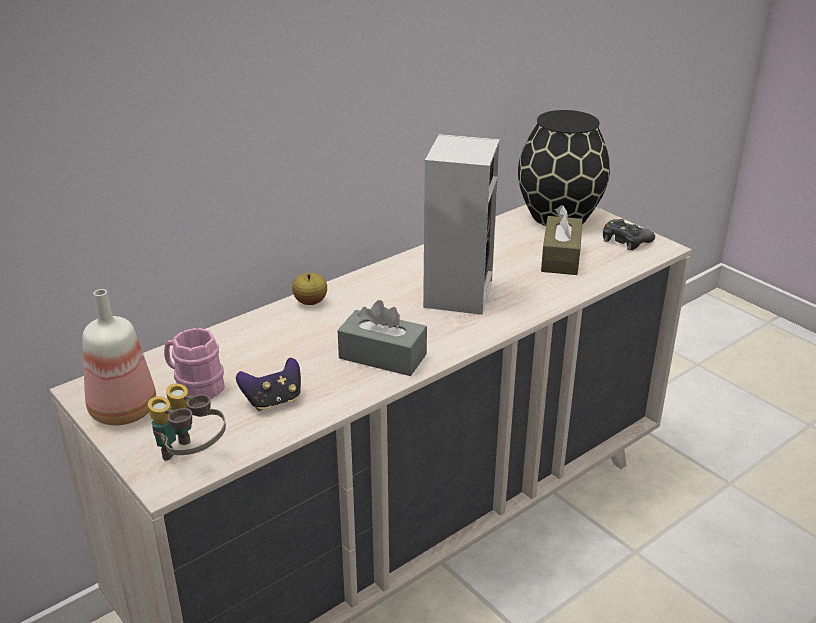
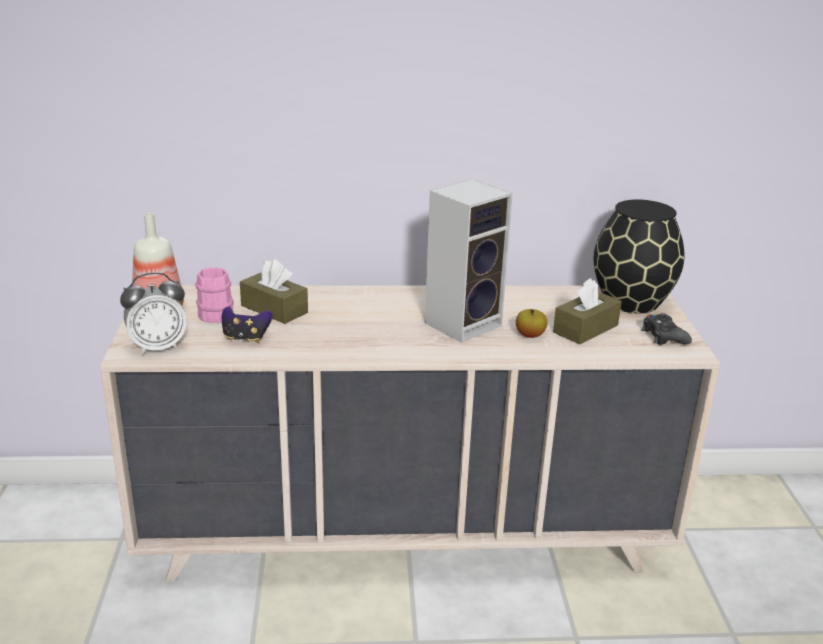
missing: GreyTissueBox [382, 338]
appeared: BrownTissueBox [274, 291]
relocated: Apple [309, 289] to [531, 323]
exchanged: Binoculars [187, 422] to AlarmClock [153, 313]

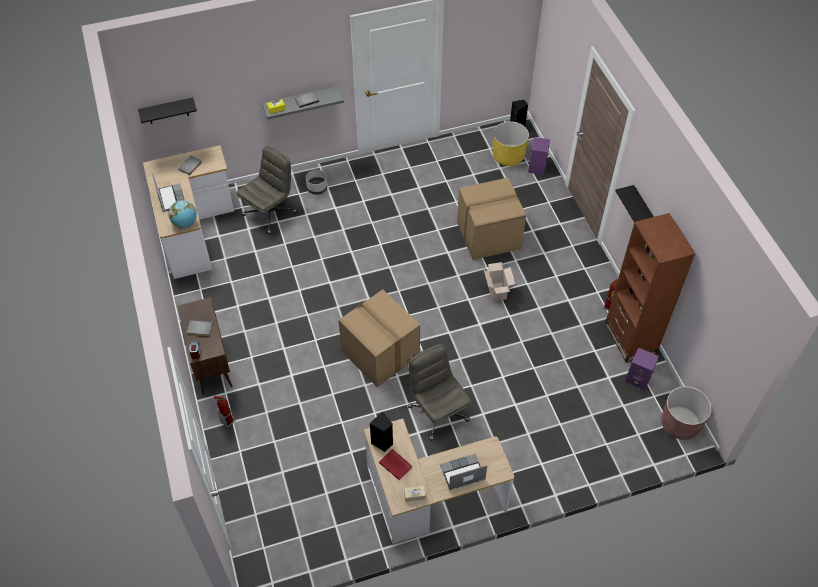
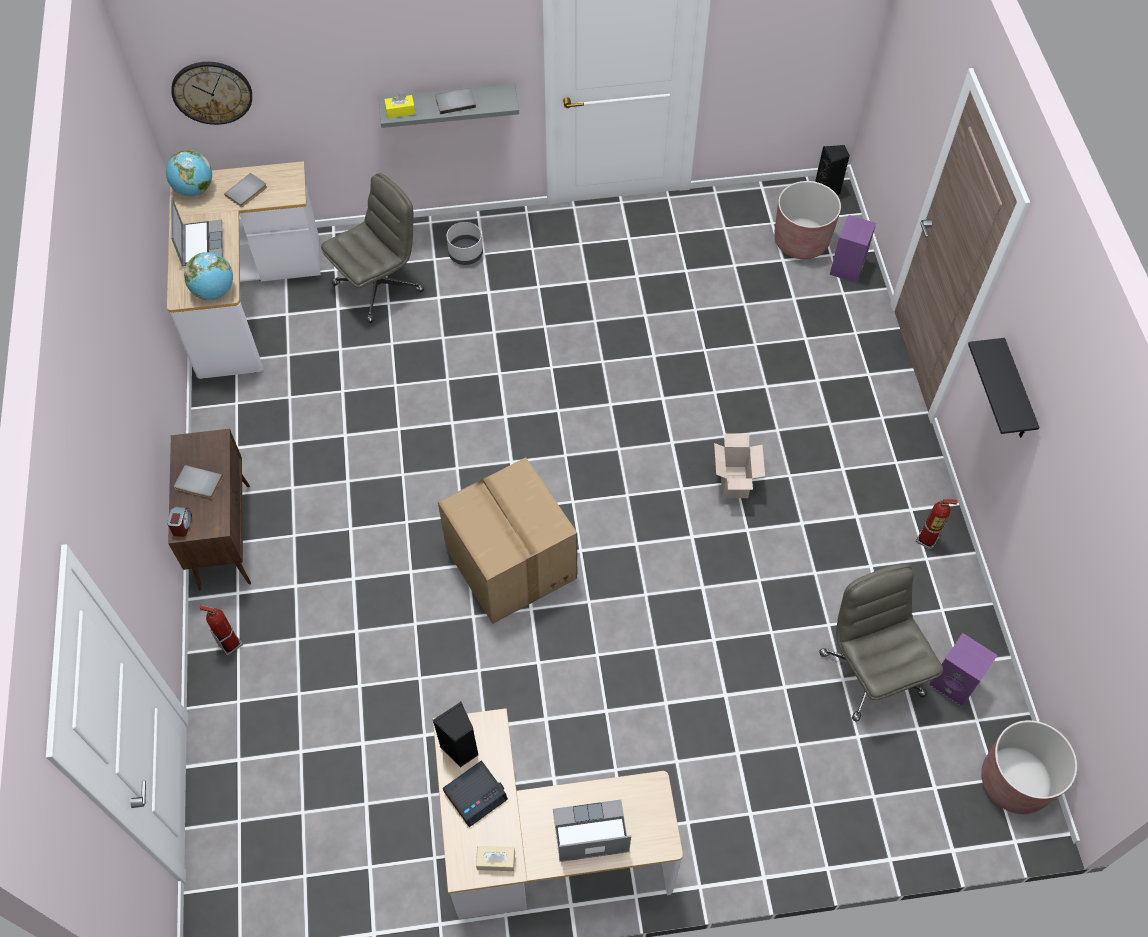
missing: CardboardBox [491, 218]; BrownBookcase [650, 287]
appeared: Globe [189, 173]
relocated: GreyOfficeChair [439, 392] to [881, 642]
exchanged: BlackShelf [167, 110] to WallClock [211, 93]; RedBook [395, 464] to AlarmClock [475, 793]
colour: YellowPlanter [511, 143] to BrownPlanter [807, 220]

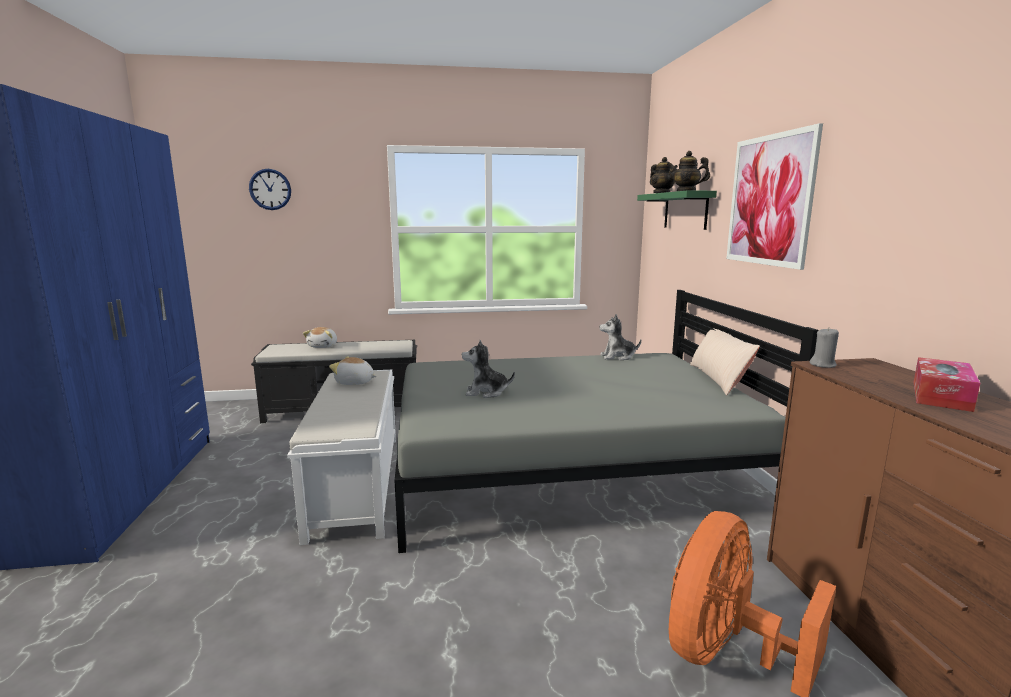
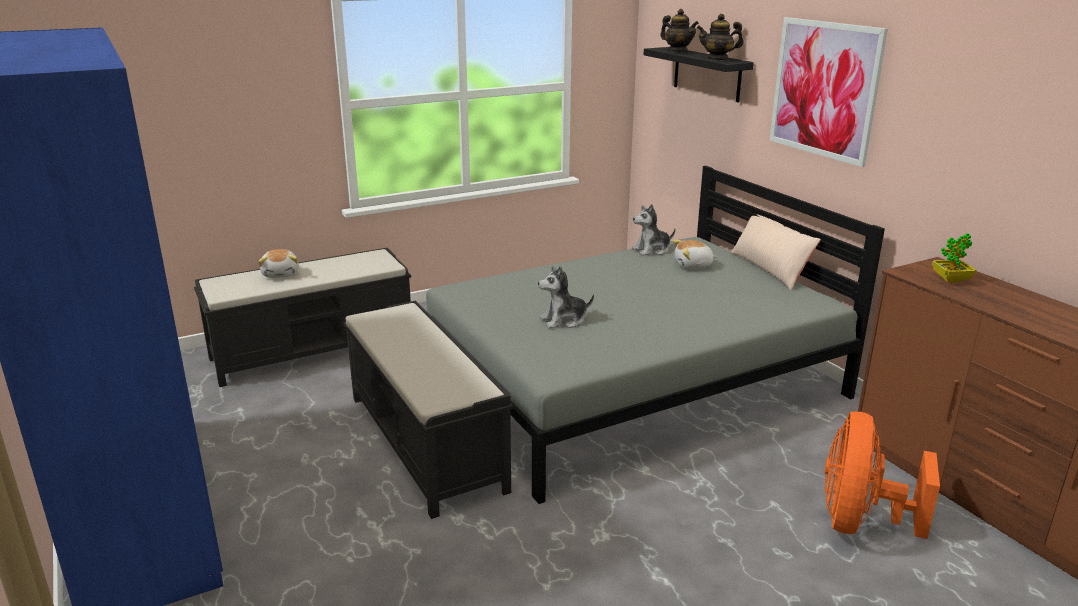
missing: WallClock [270, 189]; GreyCandle [824, 347]; TissueBox [947, 384]
appeared: PottedPlant [954, 258]
relocated: PlushToy [353, 371] to [695, 254]
colour: GreenShelf [677, 210] to BlackShelf [698, 74]; WhiteBench [341, 457] to BlackBench [428, 410]

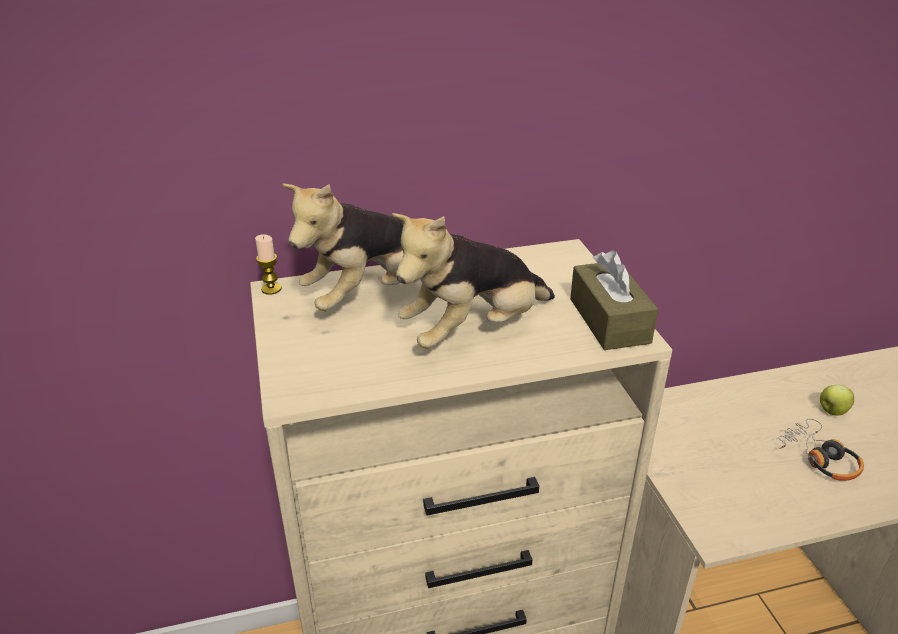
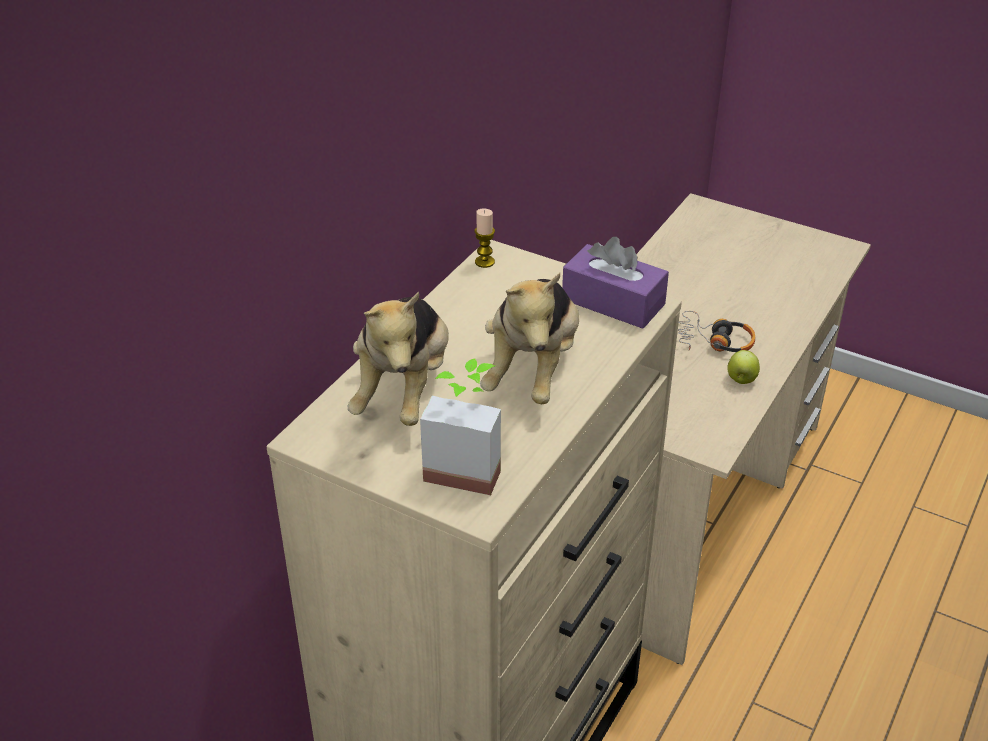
appeared: PottedPlant [460, 426]
relocated: Candle [268, 264] to [484, 238]; Apple [837, 400] to [743, 367]
colour: BrownTissueBox [614, 300] to PurpleTissueBox [615, 283]

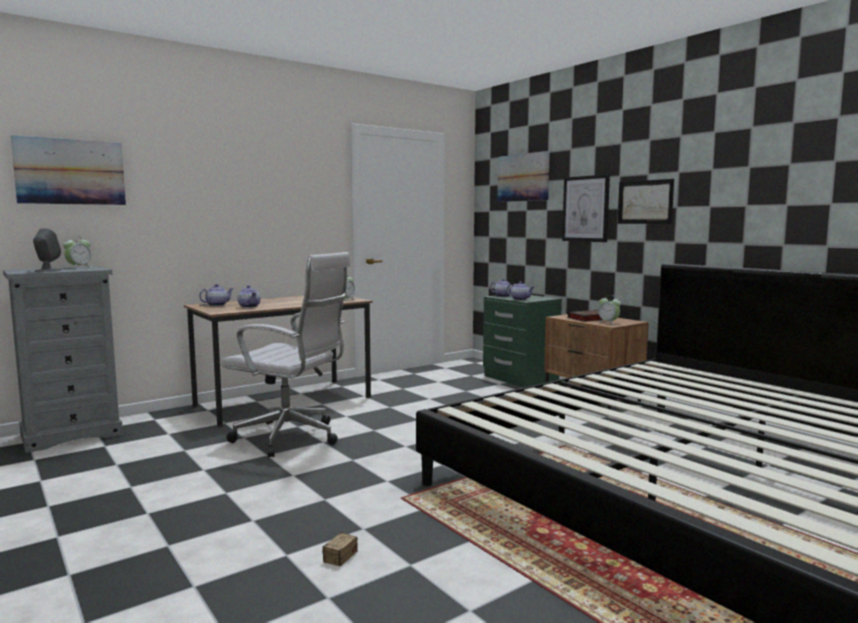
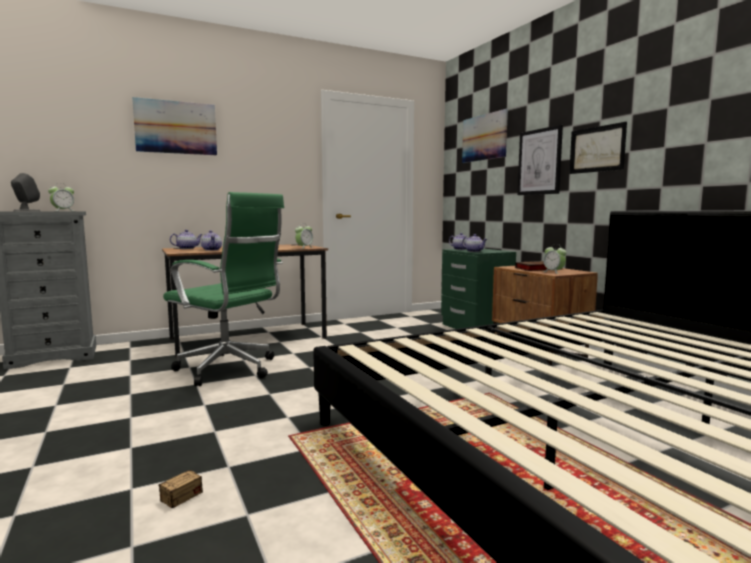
relocated: Picture [68, 170] to [174, 126]
colour: WhiteOfficeChair [286, 355] to GreenOfficeChair [223, 289]

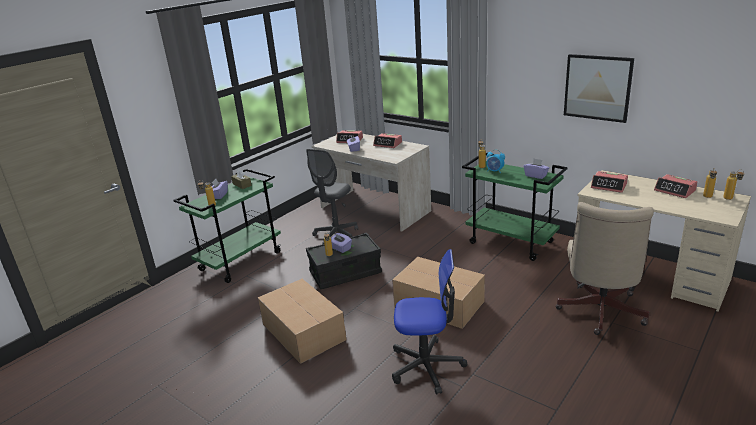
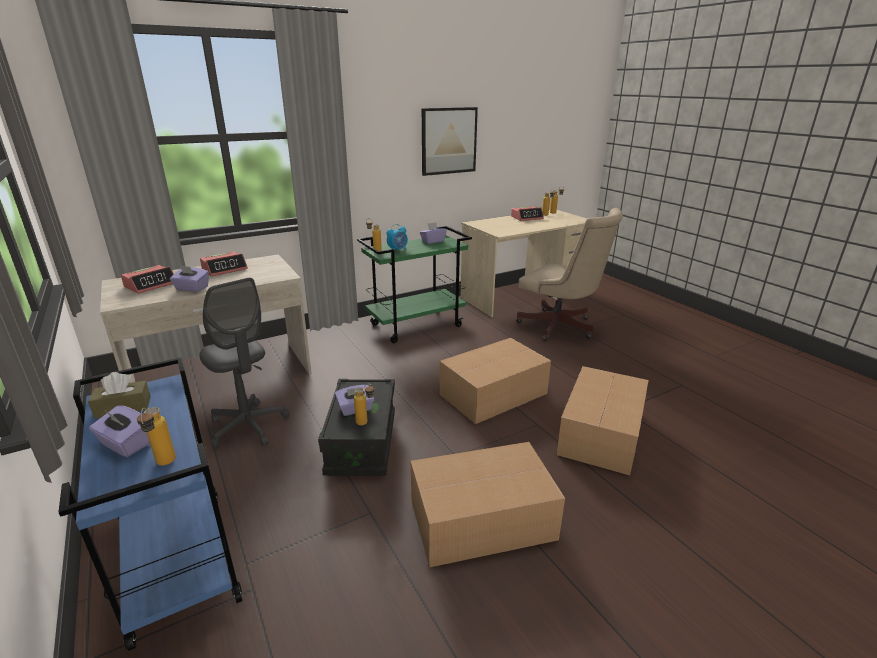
missing: AlarmClock [609, 182]
exchanged: OfficeChair [429, 322] to CardboardBox [602, 421]
colour: GreenCart [227, 225] to BlueCart [150, 504]

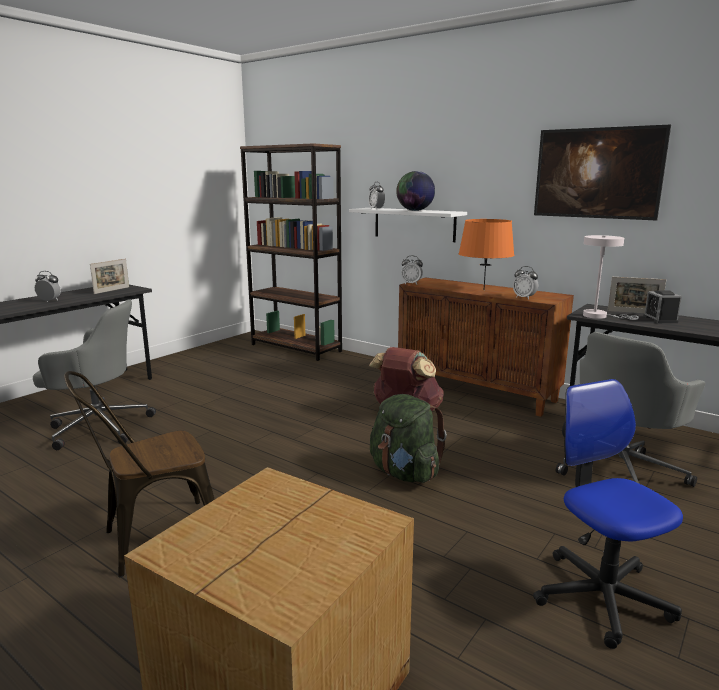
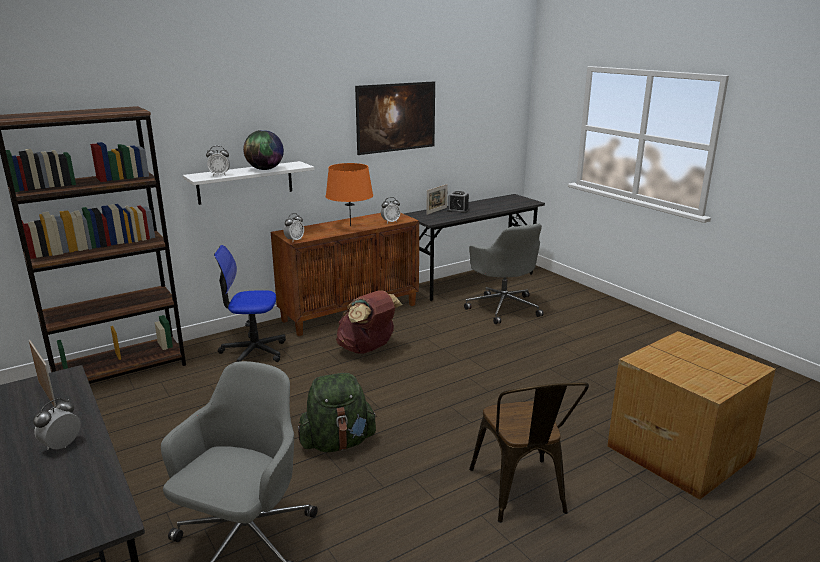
missing: WhiteTableLamp [611, 277]
relocated: OfficeChair [608, 514] to [250, 303]; GreenBackpack [408, 438] to [337, 412]

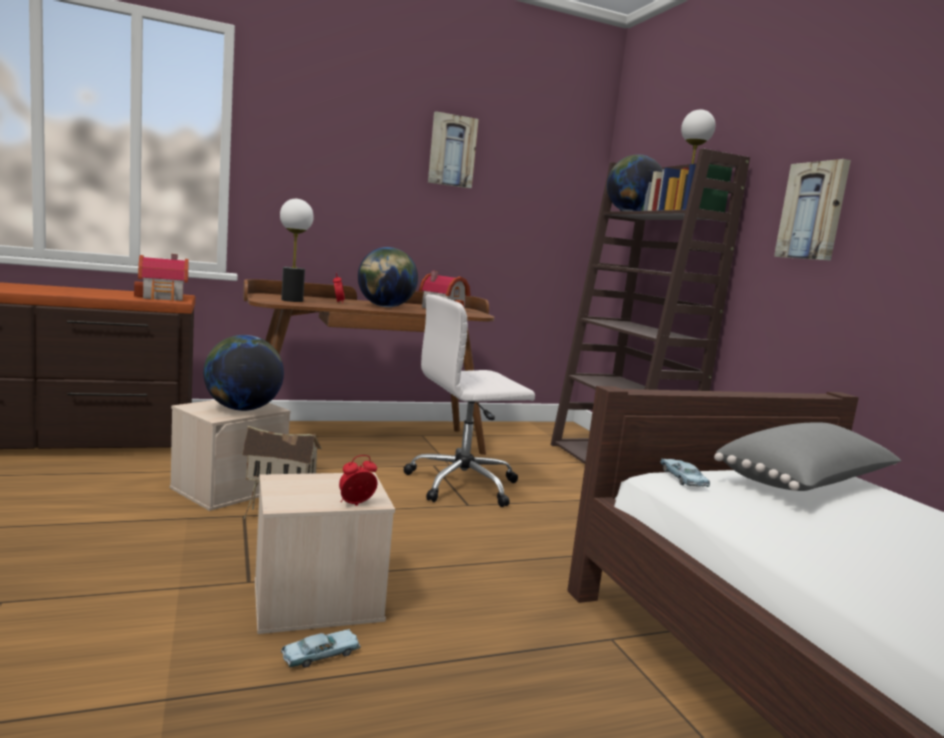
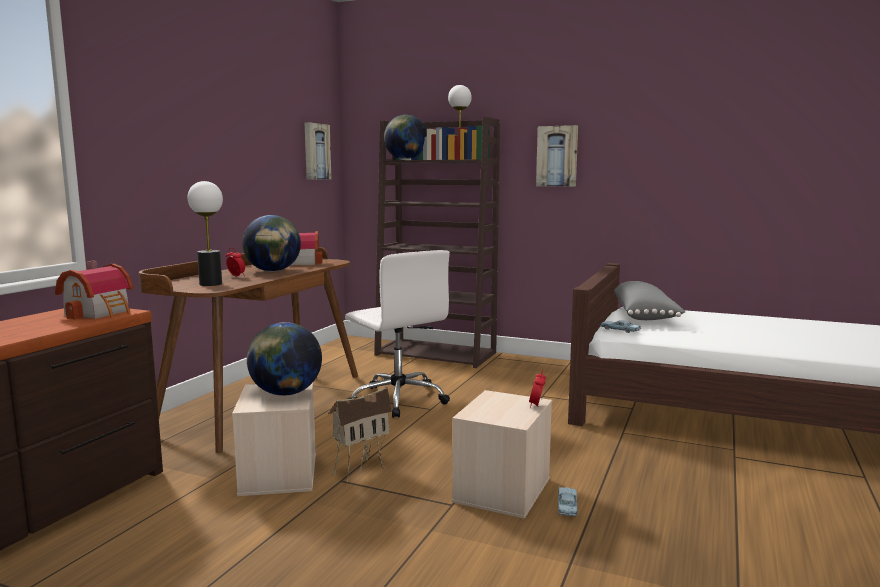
relocated: Picture [453, 149] to [318, 151]
spun: WhiteOfficeChair [469, 400] = [397, 334] 60 degrees counterclockwise

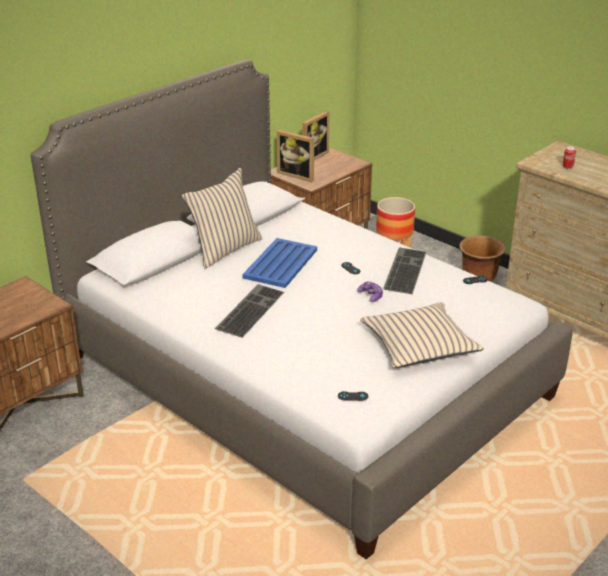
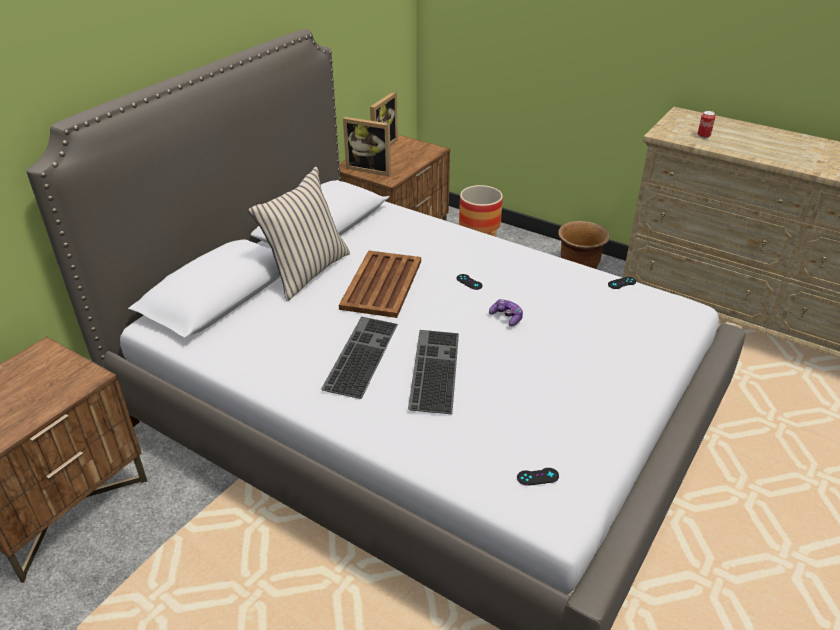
missing: BeigePillow [422, 335]
relocated: Keyboard [404, 270] to [433, 372]
colour: BlueTray [279, 263] to BrownTray [380, 284]

